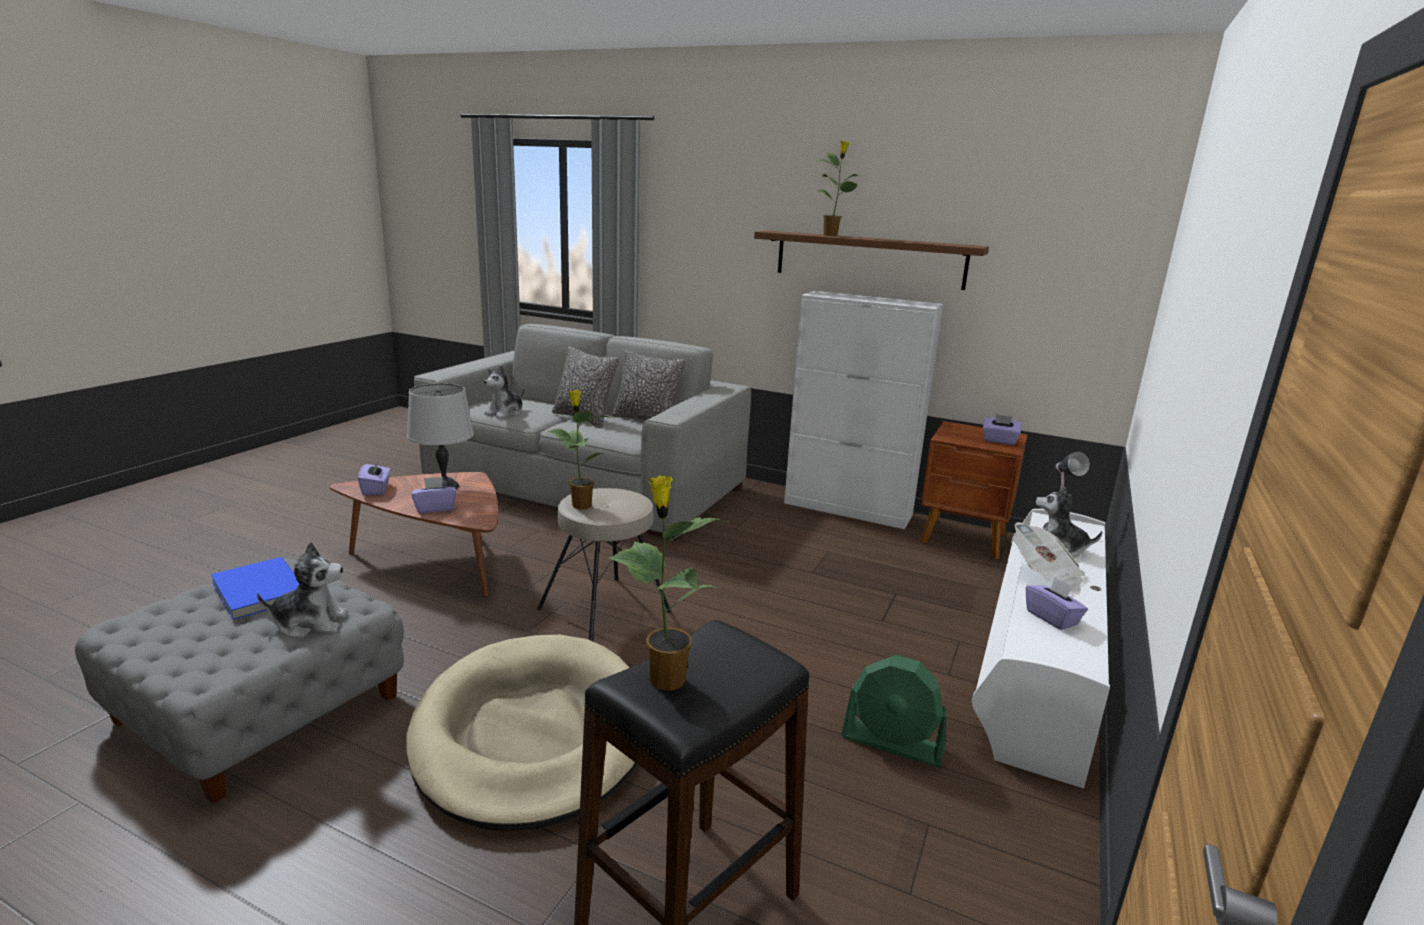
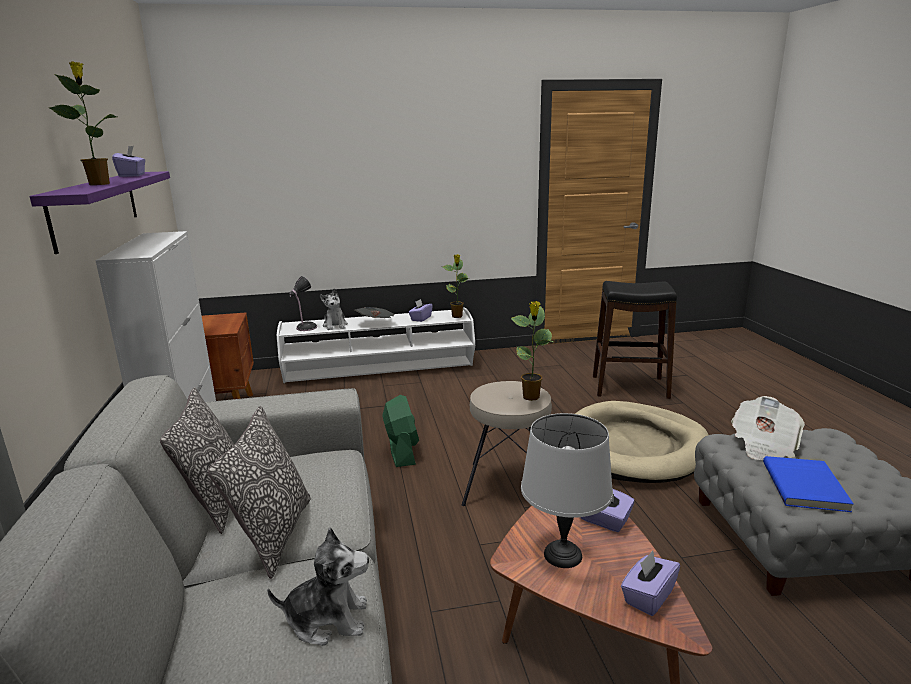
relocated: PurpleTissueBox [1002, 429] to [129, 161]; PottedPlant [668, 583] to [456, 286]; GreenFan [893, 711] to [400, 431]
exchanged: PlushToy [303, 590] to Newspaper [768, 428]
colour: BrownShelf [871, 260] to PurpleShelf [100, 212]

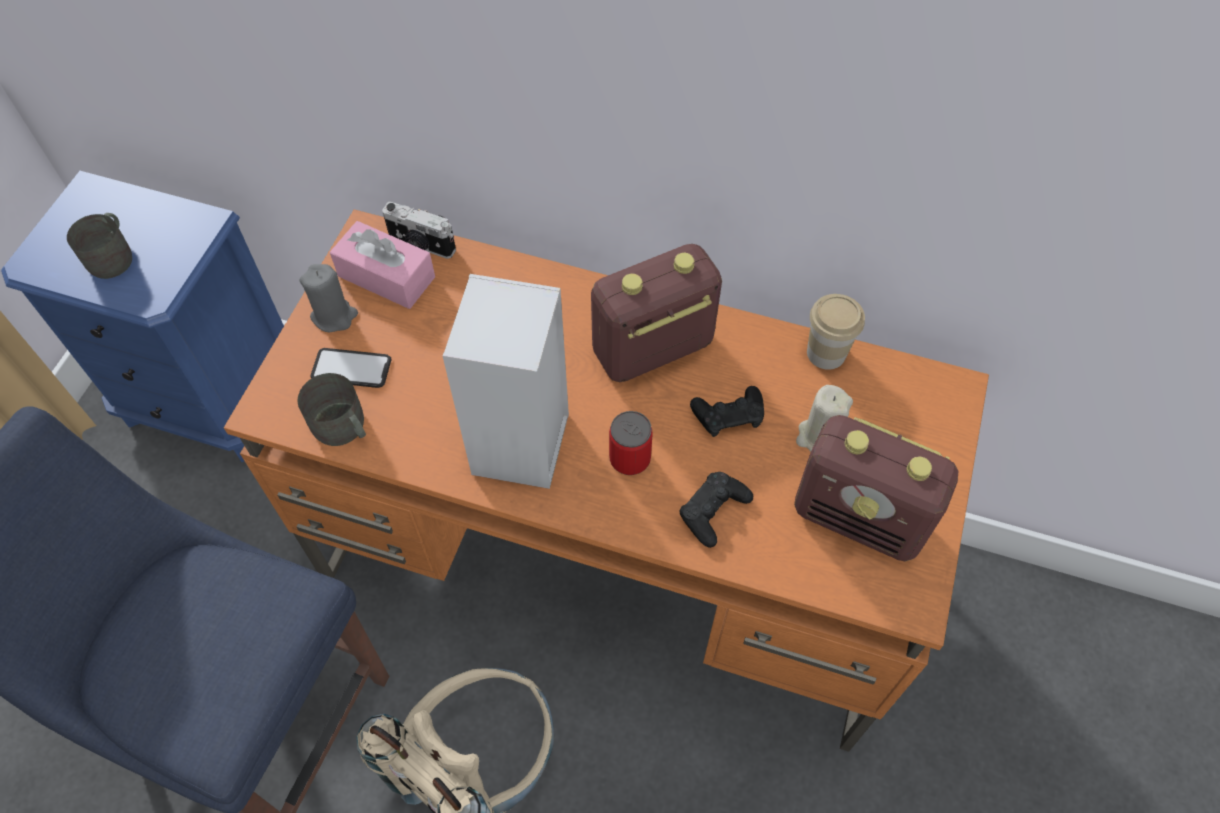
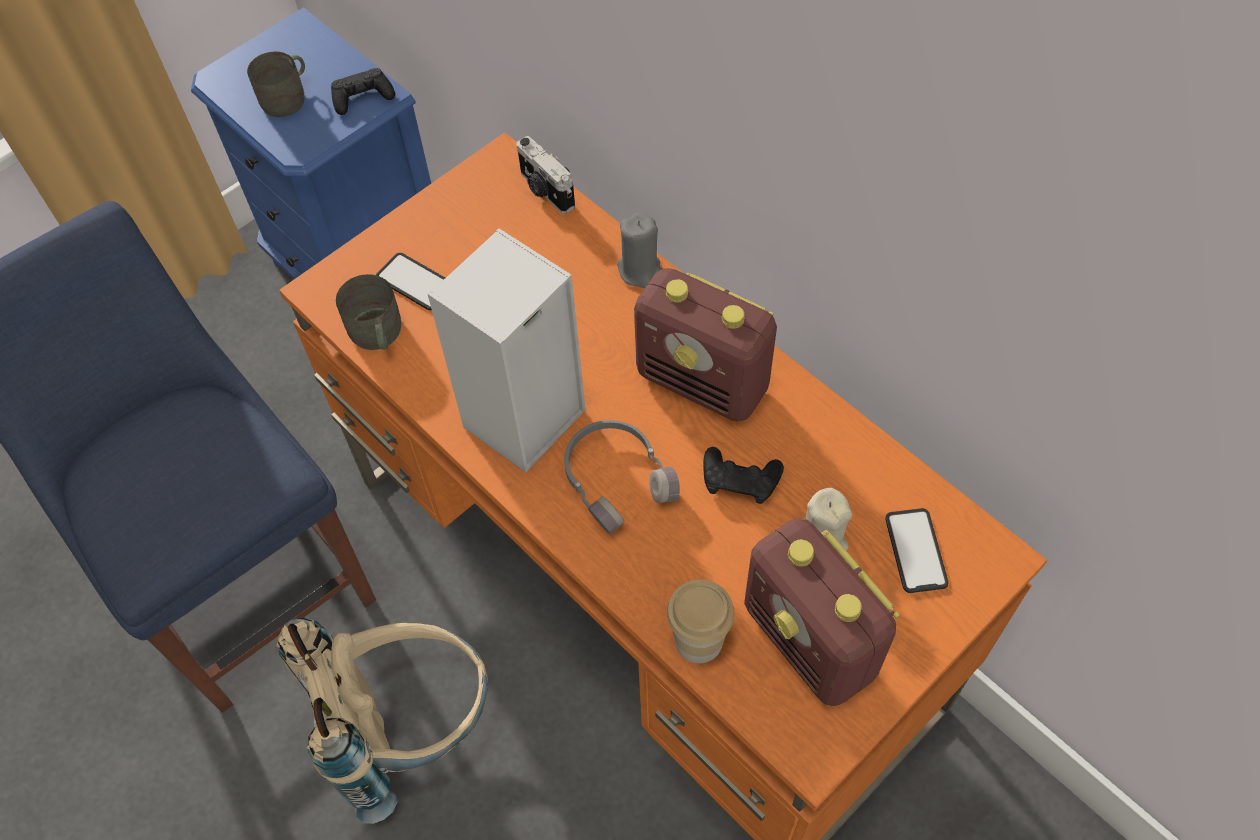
missing: PinkTissueBox [382, 265]
appeared: Phone [917, 550]
relocated: GreyCandle [328, 298] to [640, 250]; Cup [836, 332] to [701, 621]; BlackGameController [716, 510] to [363, 91]
exchanged: Can [631, 443] to GreyHeadphones [622, 477]
spun: Radio [656, 313] = [705, 345] 150 degrees counterclockwise

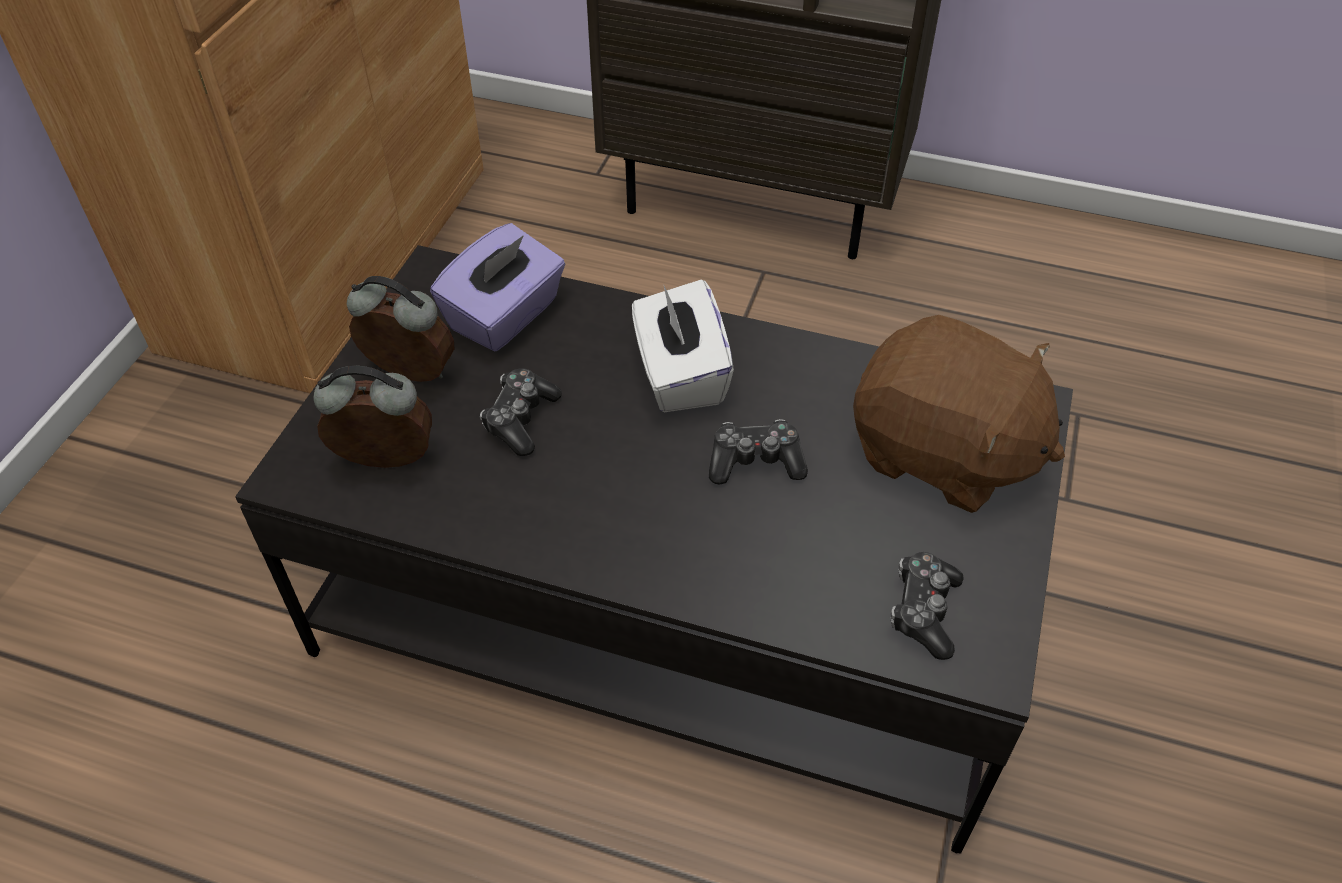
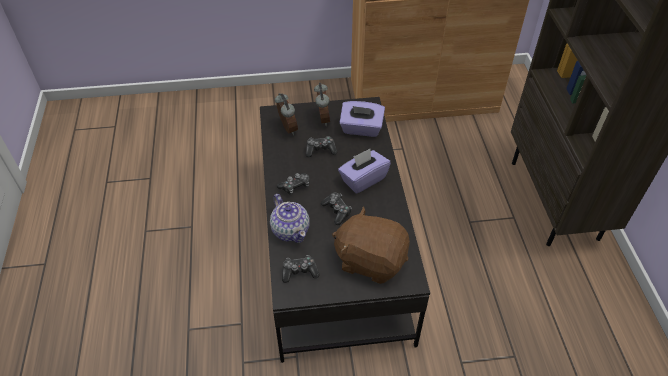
appeared: GameController [293, 184]; Teapot [290, 218]
colour: WhiteTissueBox [683, 345] to PurpleTissueBox [364, 171]
spun: BrownPlushToy [959, 414] = [371, 245] 105 degrees clockwise

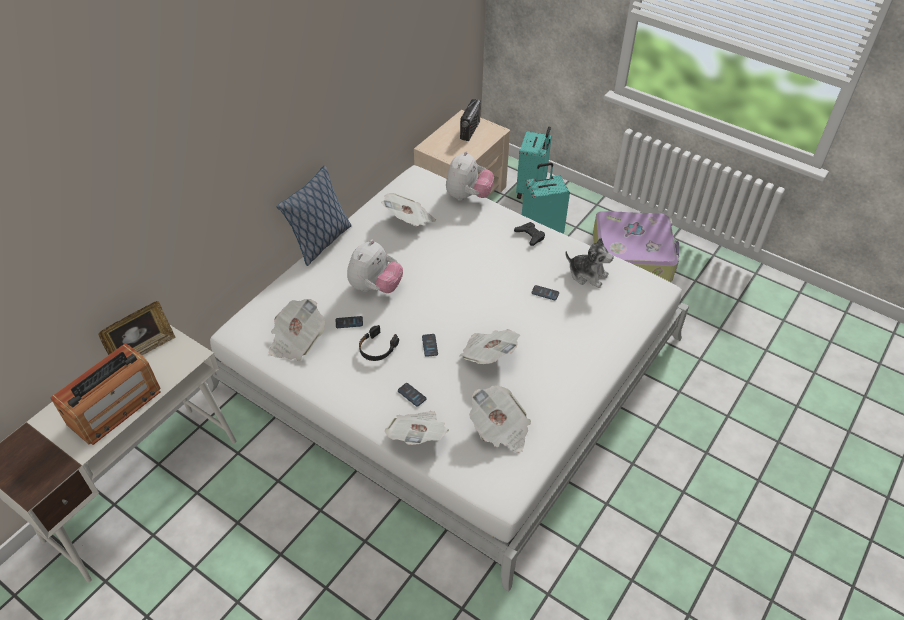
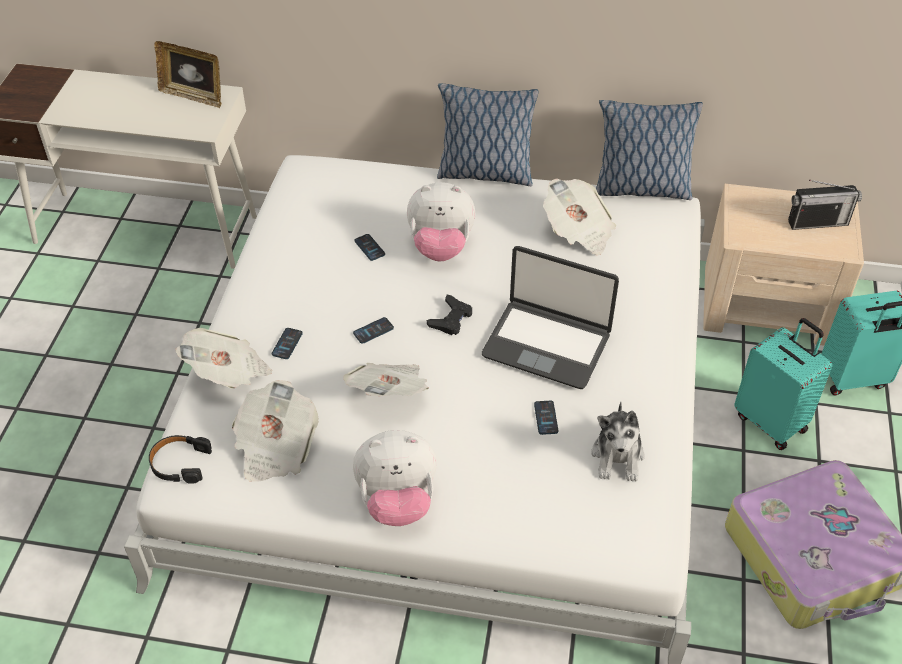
missing: Newspaper [297, 330]; Radio [105, 394]
appeared: Pillow [649, 150]; Laptop [550, 317]
relocated: PlushToy [470, 176] to [395, 478]; BlackGameController [529, 234] to [449, 315]; BlackHeadphones [379, 343] to [180, 459]

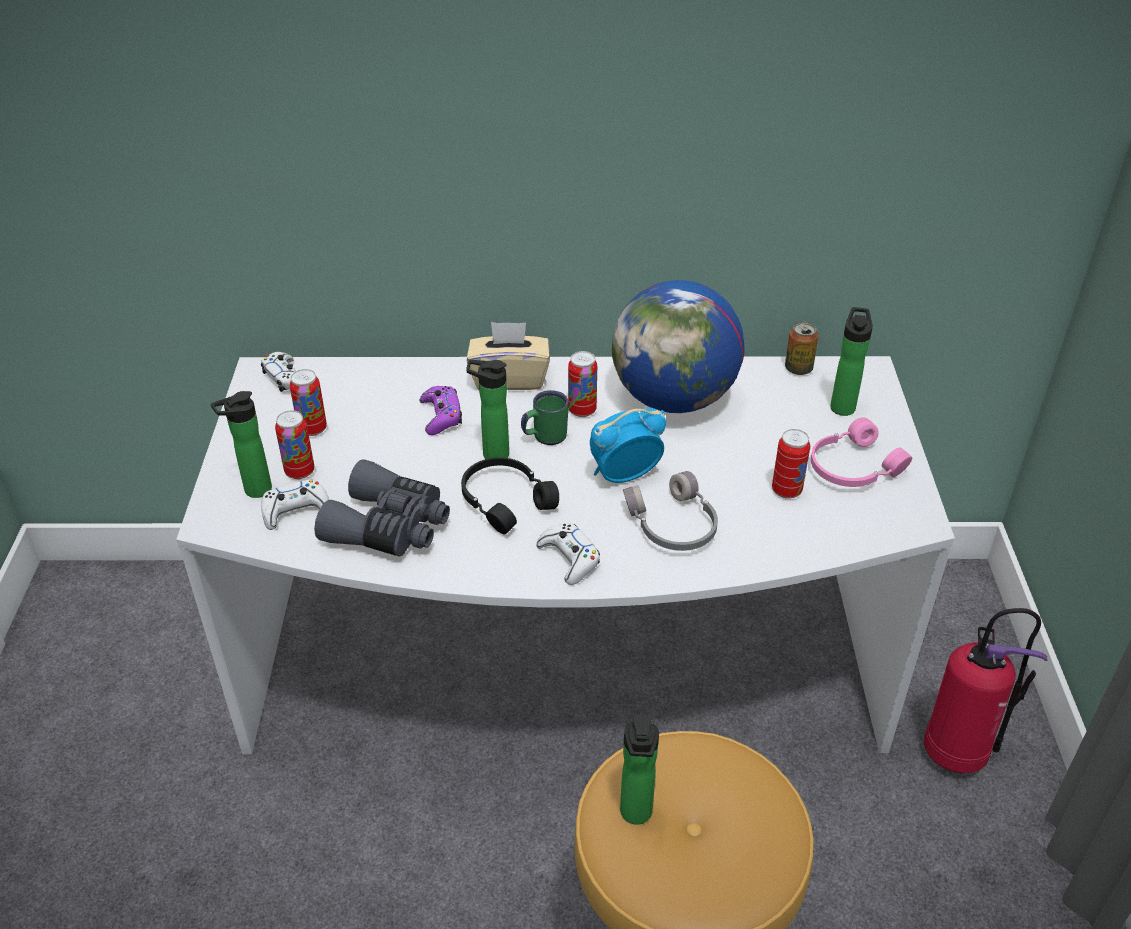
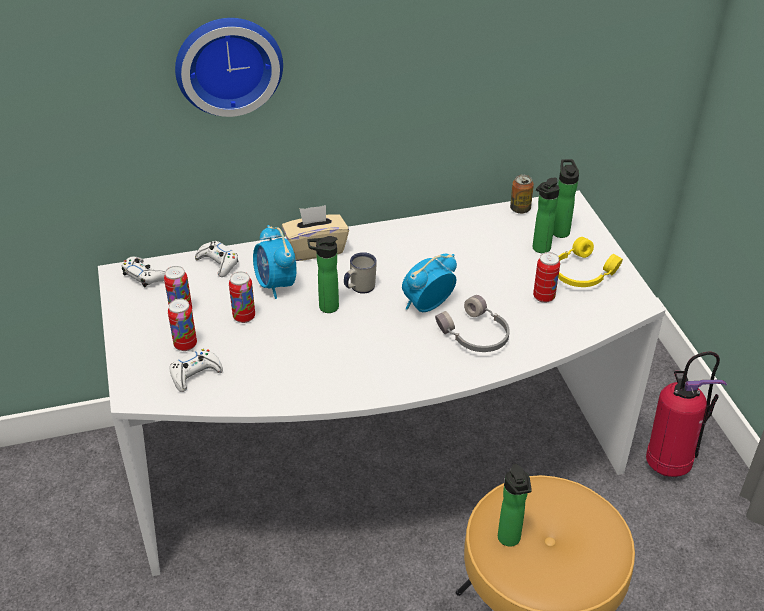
missing: Globe [678, 346]; BlackHeadphones [510, 496]; GreyBinoculars [382, 507]
appeared: WallClock [229, 67]
relocated: Can [582, 384] to [242, 297]; Bottle [241, 444] to [546, 215]; WhiteGameController [568, 554] to [216, 259]
exchanged: PurpleGameController [440, 410] to AlarmClock [274, 262]
colour: GreenMug [545, 417] to WhiteMug [360, 273]; PinkHeadphones [861, 452] to YellowHeadphones [590, 262]

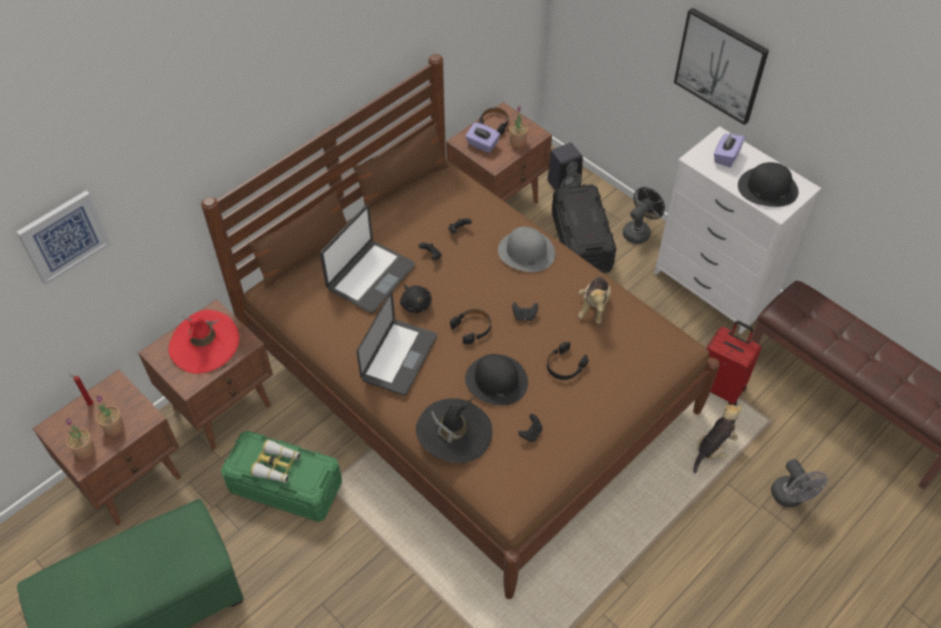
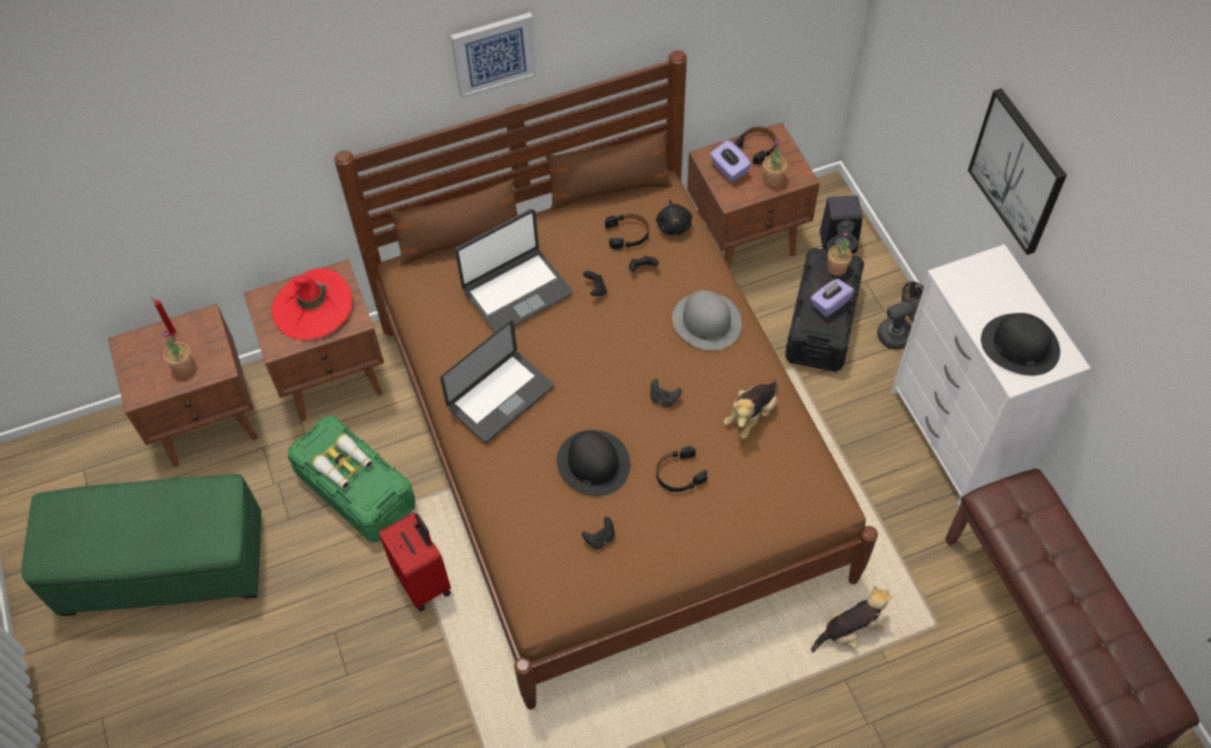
missing: BlackHat [454, 430]; GreyFan [799, 483]
relocated: PurpleTissueBox [729, 150] to [832, 298]; Picture [64, 238] to [494, 55]; BlackPlushToy [416, 298] to [674, 217]; BlackHeadphones [470, 327] to [627, 232]; RedSuitcase [733, 363] to [414, 561]; PottedPlant [80, 438] to [839, 253]

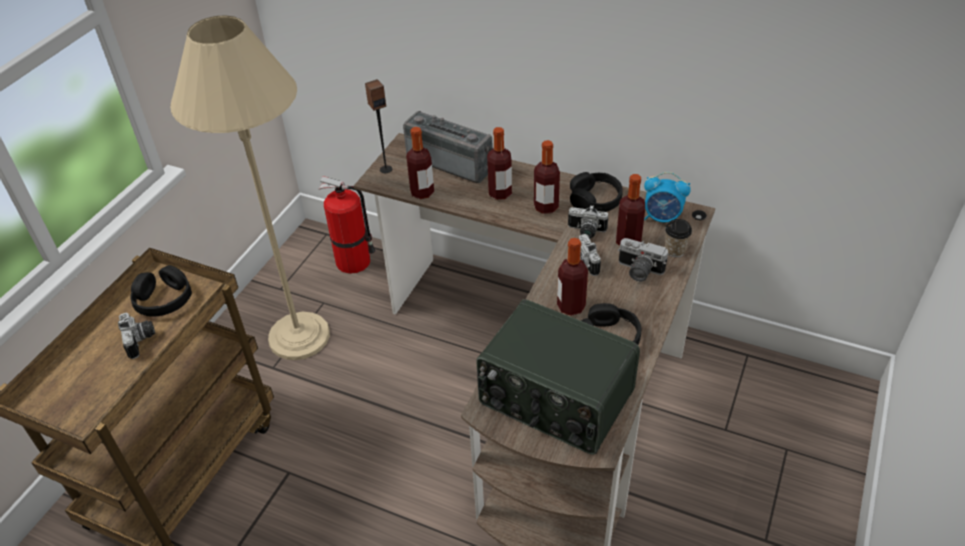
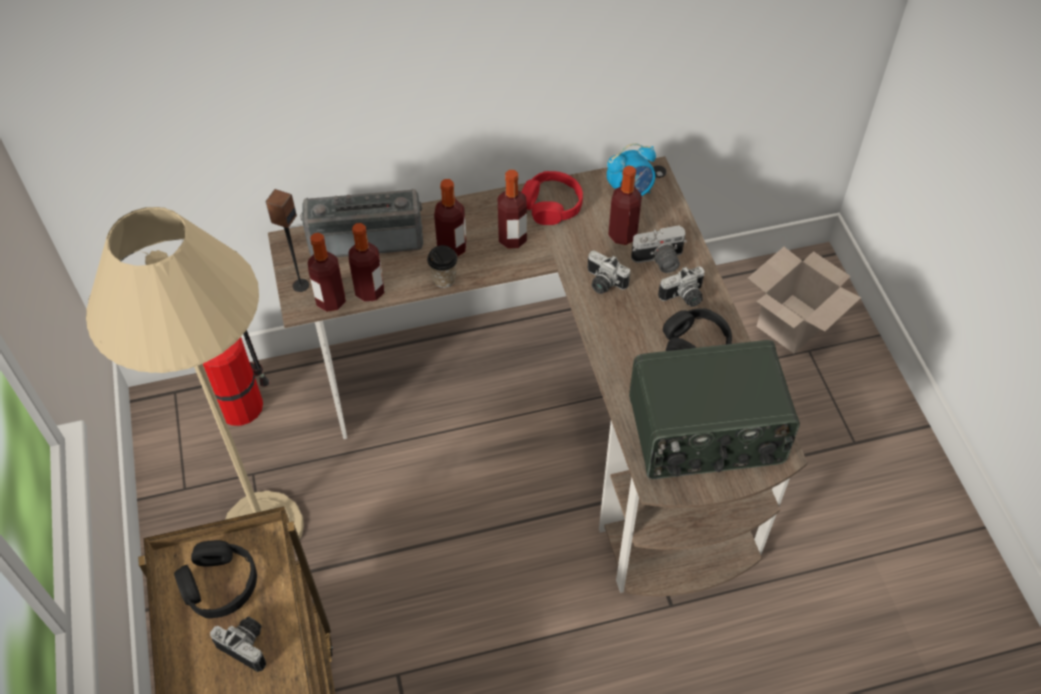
appeared: CardboardBox [804, 300]
relocated: PhotoCamera [588, 222] to [681, 286]; Cup [678, 238] to [442, 266]; Bottle [572, 277] to [327, 272]
colour: BlackHeadphones [596, 192] to RedHeadphones [552, 198]

